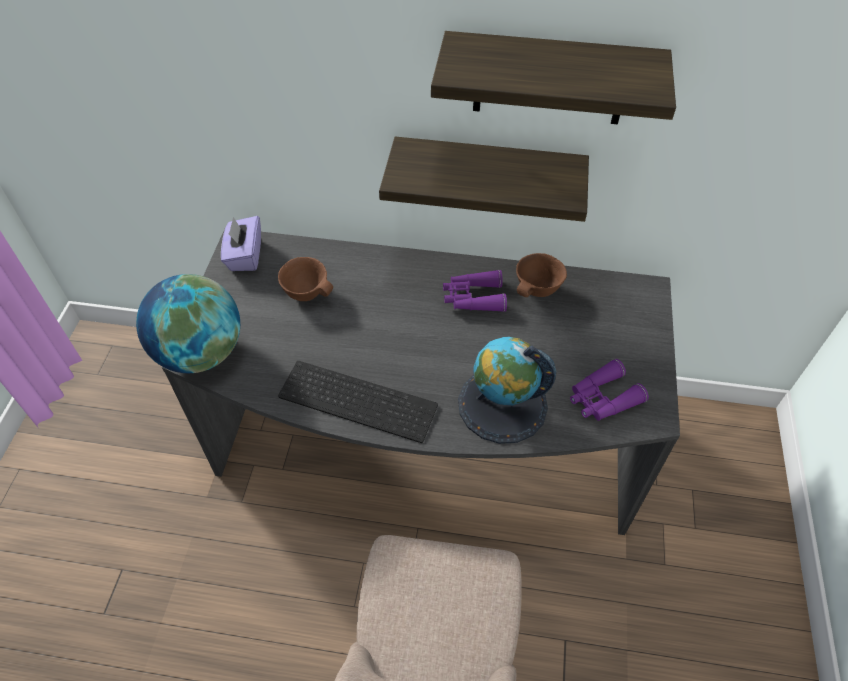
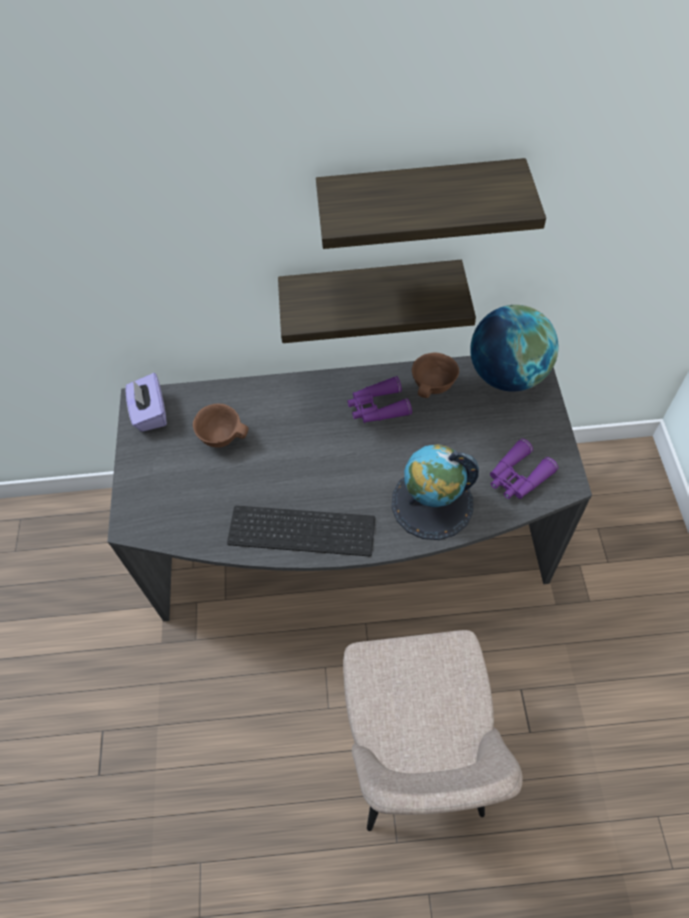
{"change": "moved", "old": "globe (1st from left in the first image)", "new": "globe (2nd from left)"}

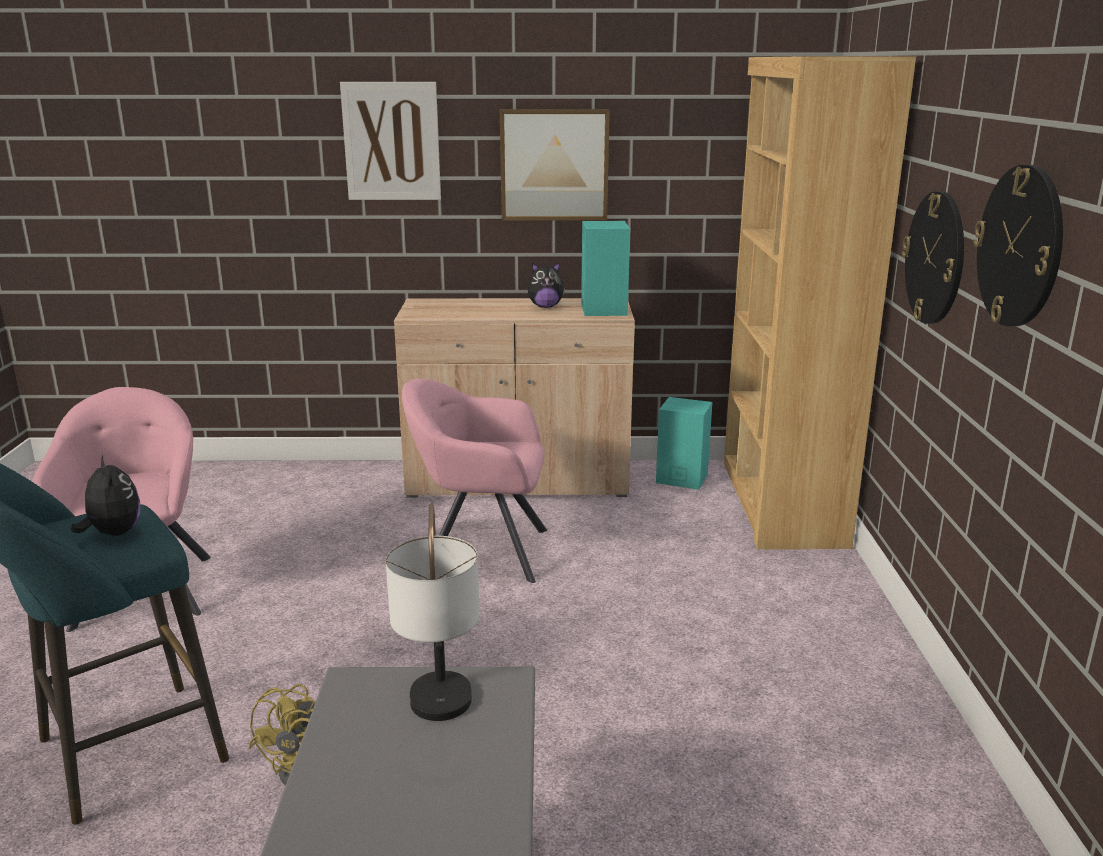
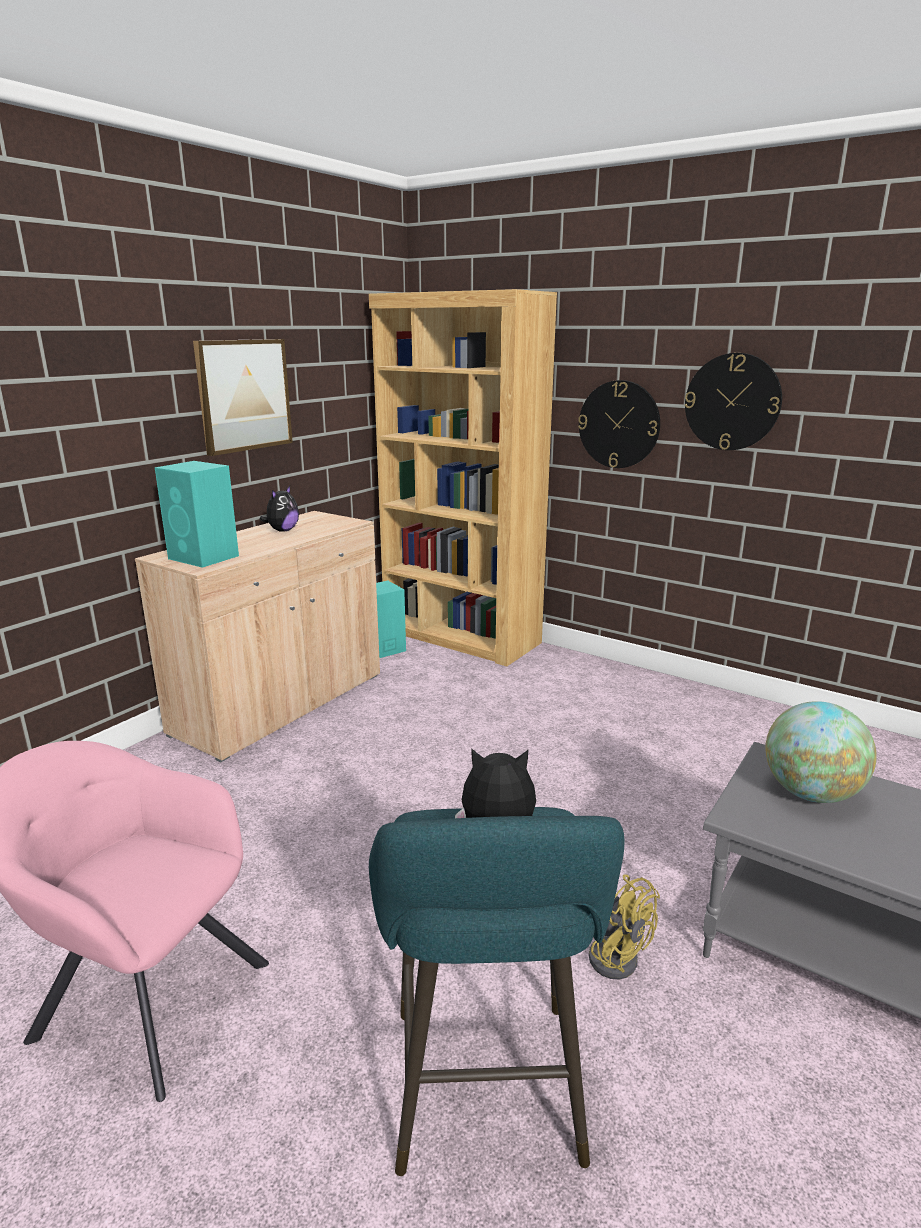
{"change": "removed", "old": "picture (1st from left)"}
{"change": "replaced", "old": "table_lamp", "new": "globe"}
{"change": "removed", "old": "pink_armchair (2nd from left)"}
{"change": "moved", "old": "turquoise_speaker (1st from left)"}

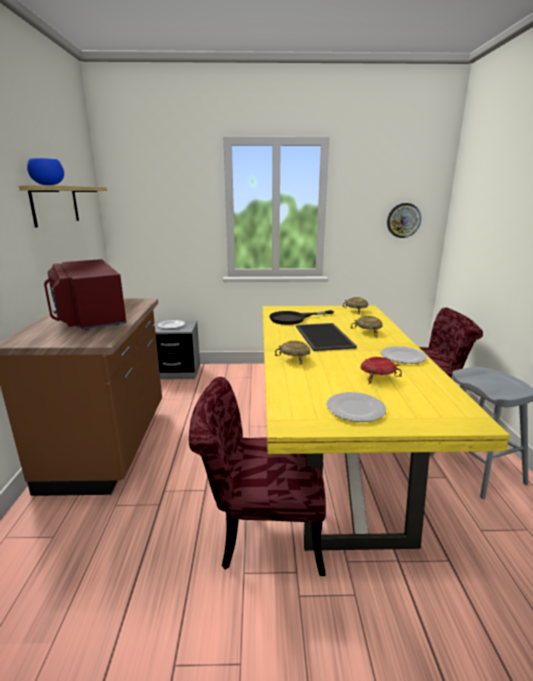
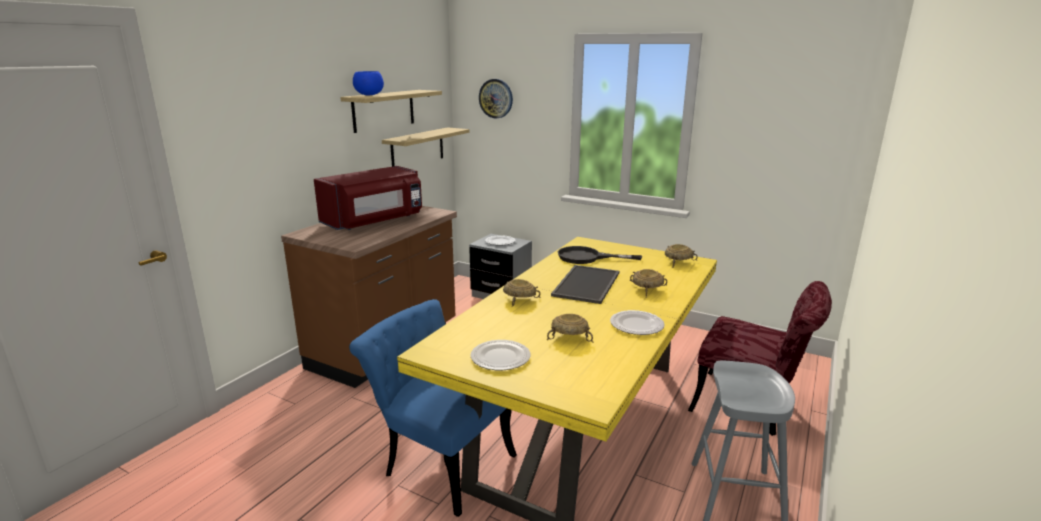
{"change": "turned", "old": "red_microwave", "degrees": -135}
{"change": "recoloured", "old": "red_chair (1st from left)", "new": "blue_chair"}
{"change": "recoloured", "old": "red_bowl", "new": "beige_bowl (2nd from left)"}
{"change": "moved", "old": "wall_clock"}
{"change": "added", "new": "shelf (2nd from left)"}

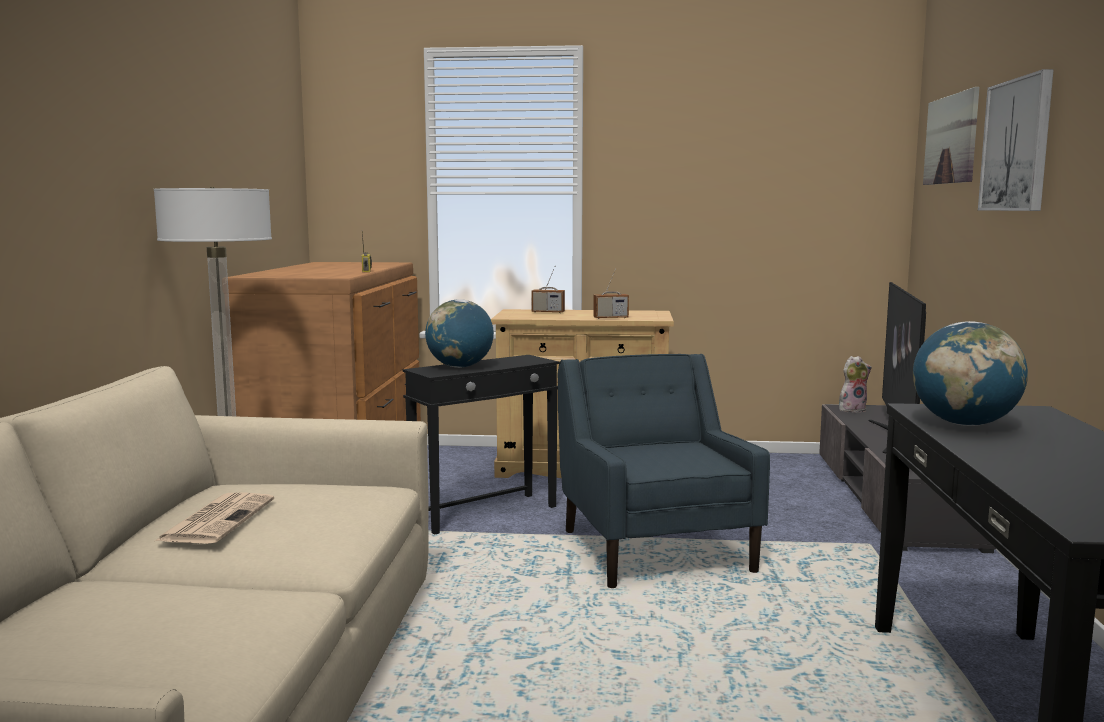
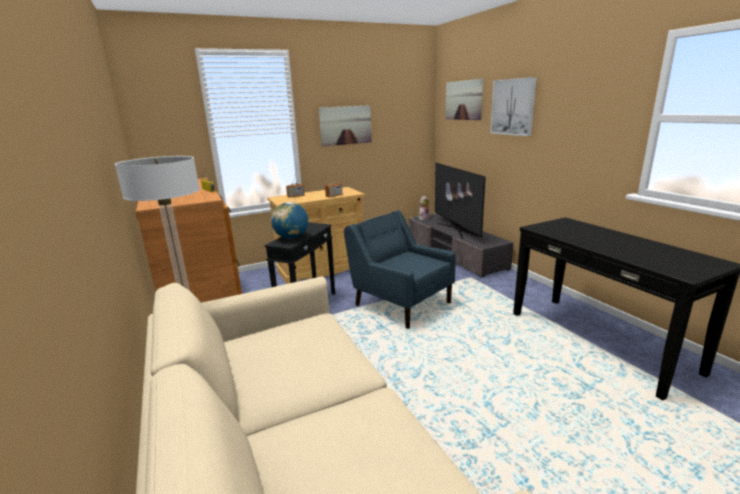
{"change": "removed", "old": "newspaper"}
{"change": "removed", "old": "globe (2nd from left)"}
{"change": "added", "new": "picture (1st from left)"}

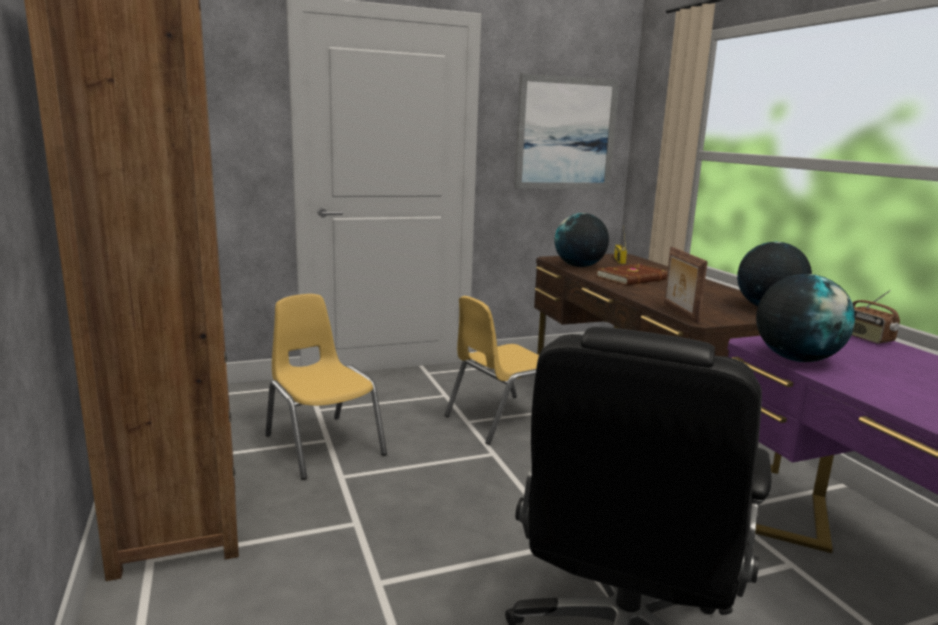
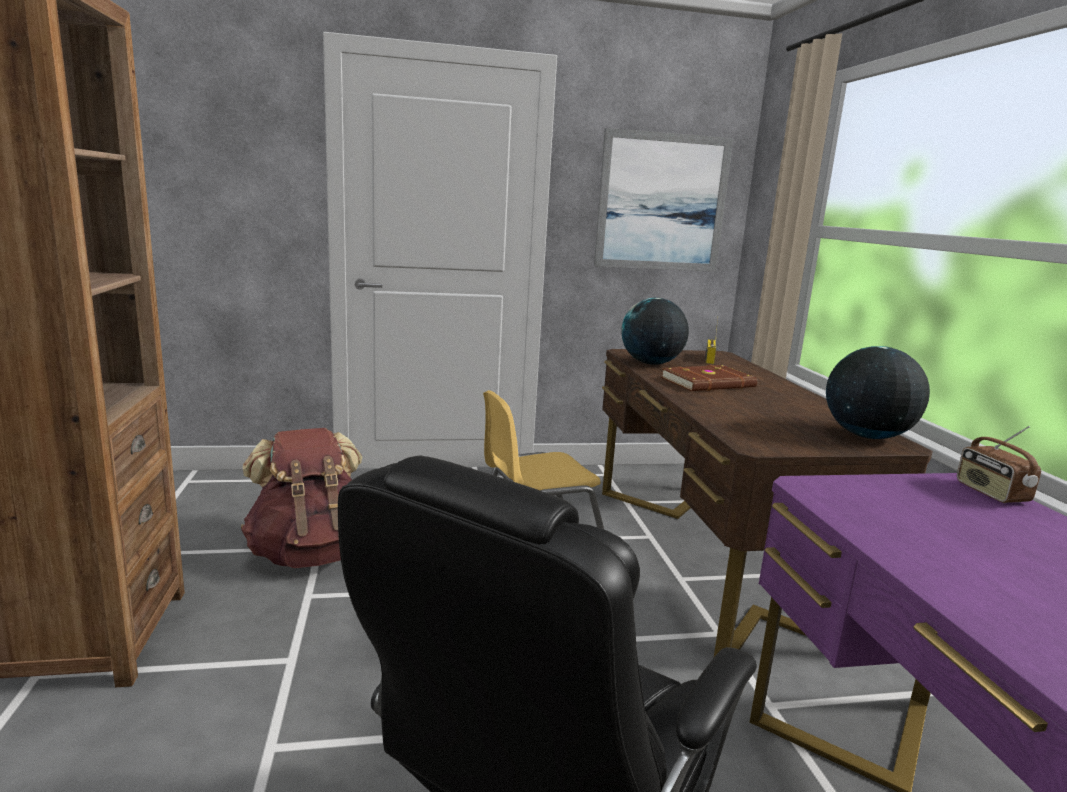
{"change": "replaced", "old": "yellow_chair (1st from left)", "new": "brown_backpack"}
{"change": "removed", "old": "picture_frame"}
{"change": "removed", "old": "globe (3rd from left)"}

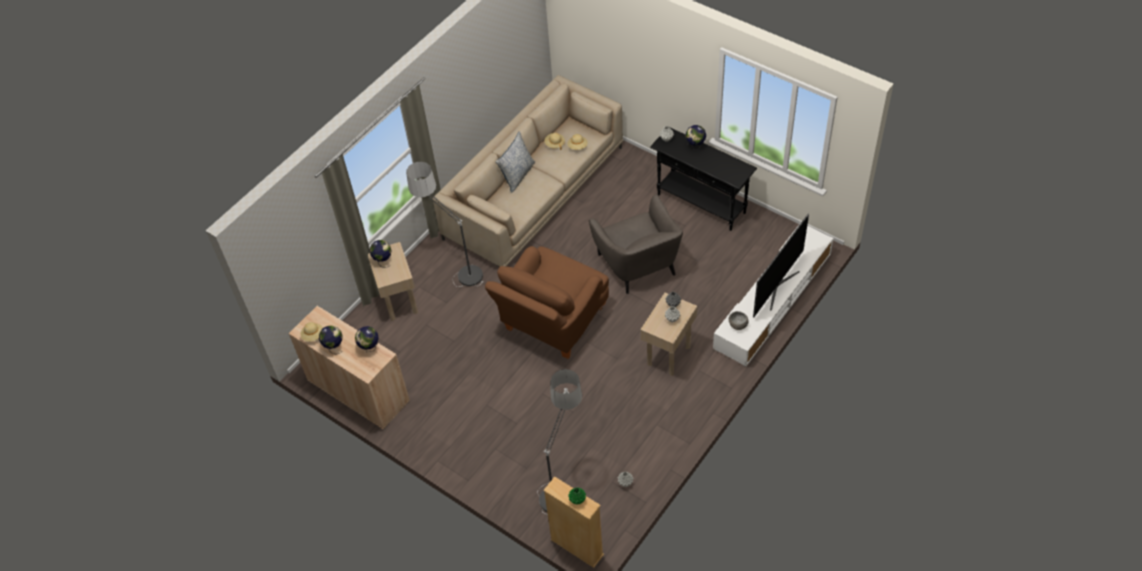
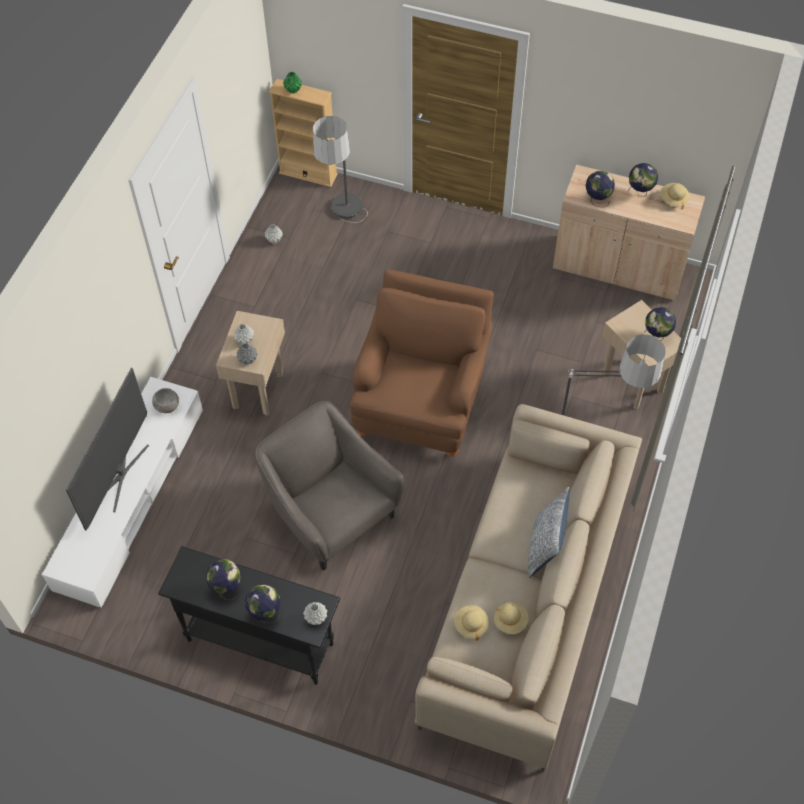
{"change": "added", "new": "globe (1st from left)"}

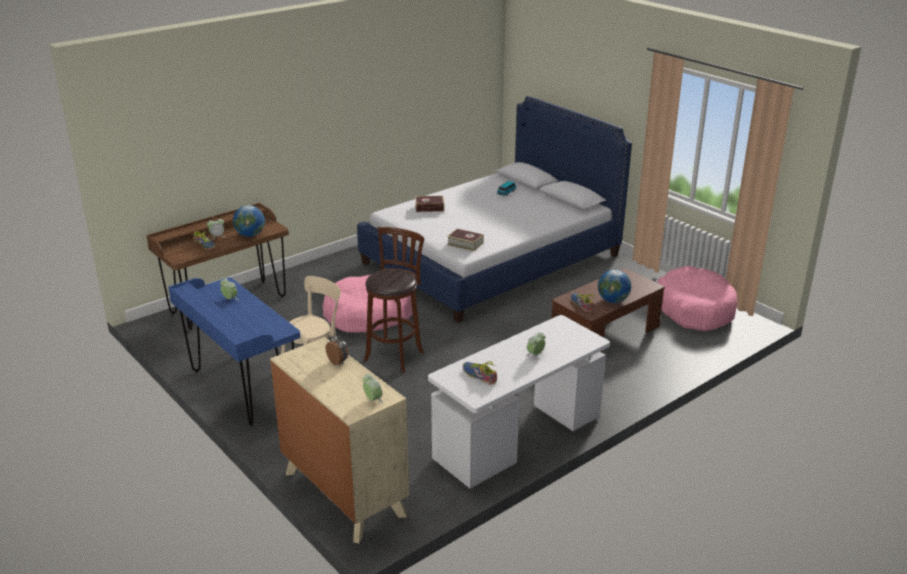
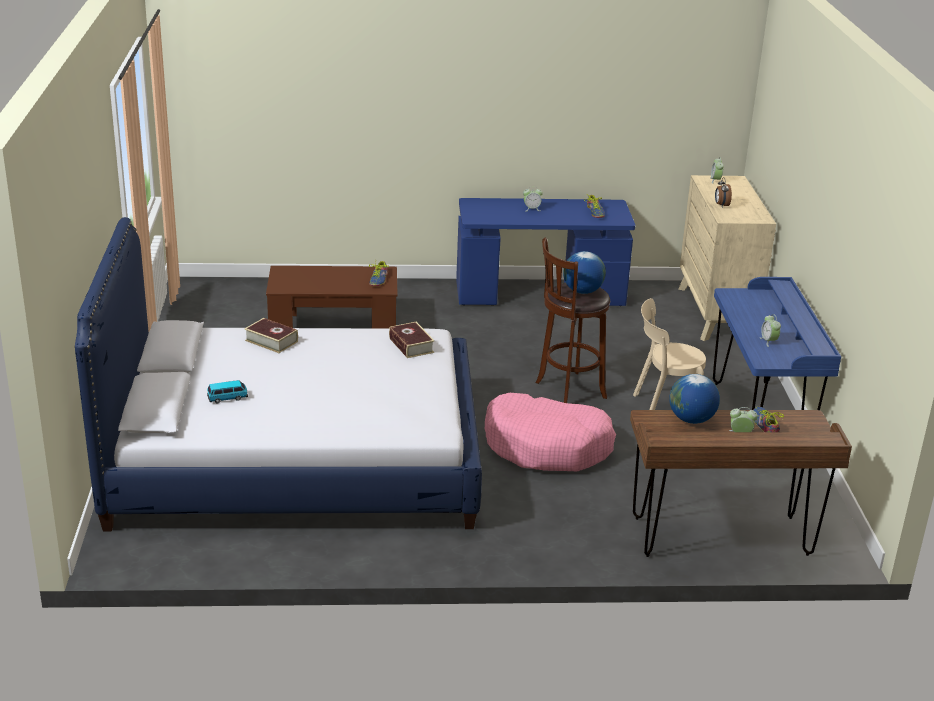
{"change": "moved", "old": "book (1st from left)"}
{"change": "recoloured", "old": "white_desk", "new": "blue_desk (1st from left)"}
{"change": "moved", "old": "globe (2nd from left in the first image)", "new": "globe (1st from left)"}
{"change": "removed", "old": "pink_dog_bed (2nd from left)"}

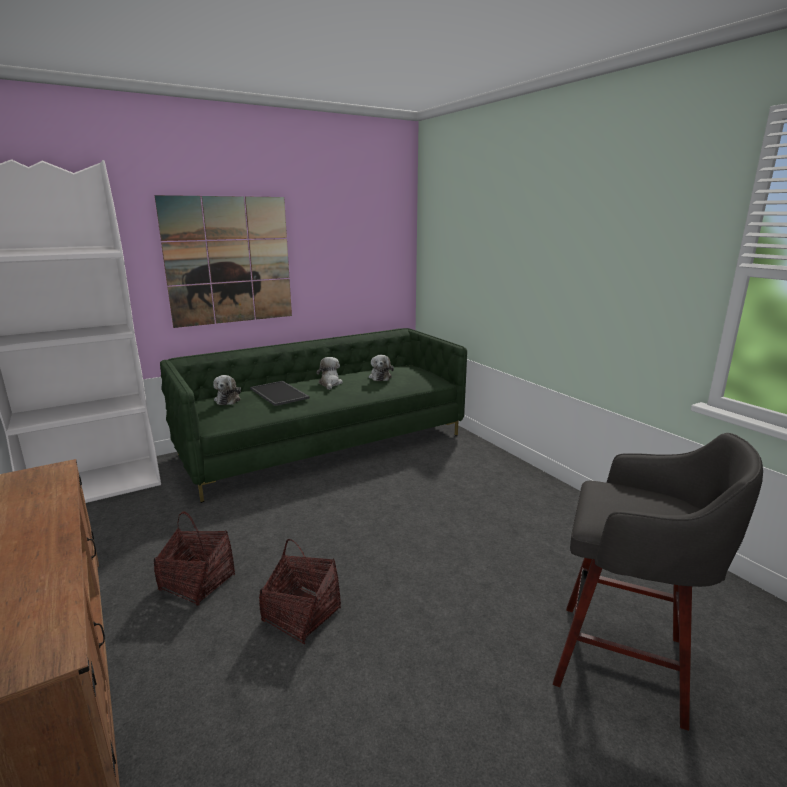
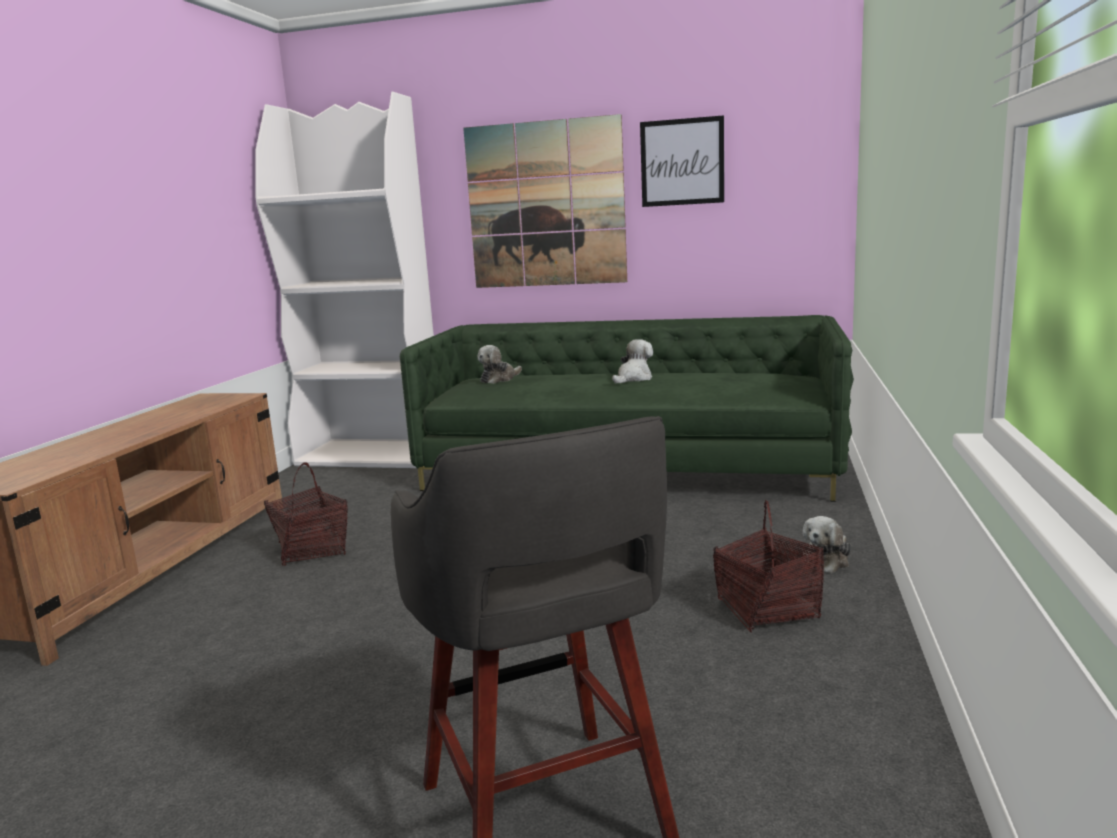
{"change": "removed", "old": "tray"}
{"change": "moved", "old": "basket (2nd from left)"}
{"change": "moved", "old": "plush_toy (3rd from left)"}
{"change": "added", "new": "picture (2nd from left)"}

